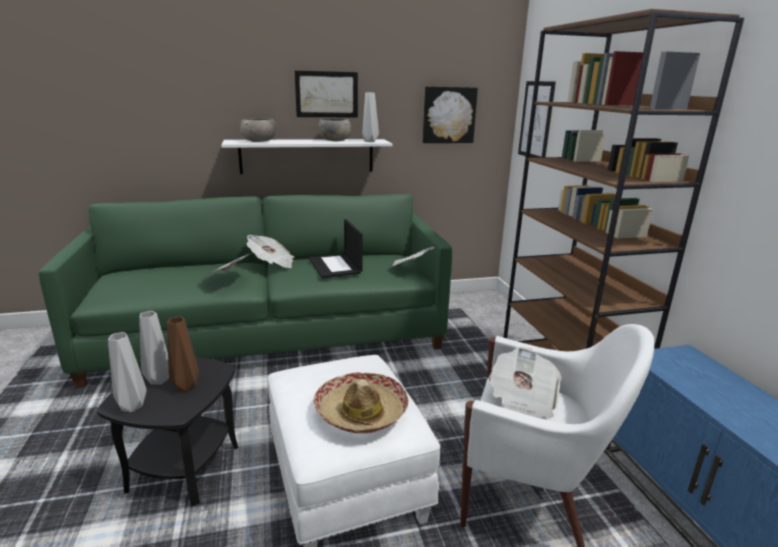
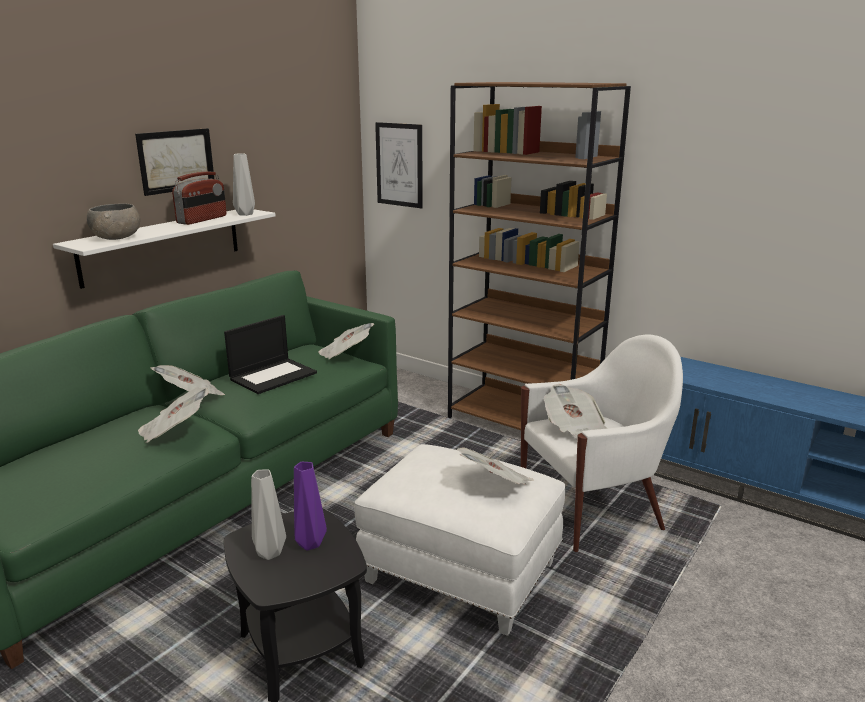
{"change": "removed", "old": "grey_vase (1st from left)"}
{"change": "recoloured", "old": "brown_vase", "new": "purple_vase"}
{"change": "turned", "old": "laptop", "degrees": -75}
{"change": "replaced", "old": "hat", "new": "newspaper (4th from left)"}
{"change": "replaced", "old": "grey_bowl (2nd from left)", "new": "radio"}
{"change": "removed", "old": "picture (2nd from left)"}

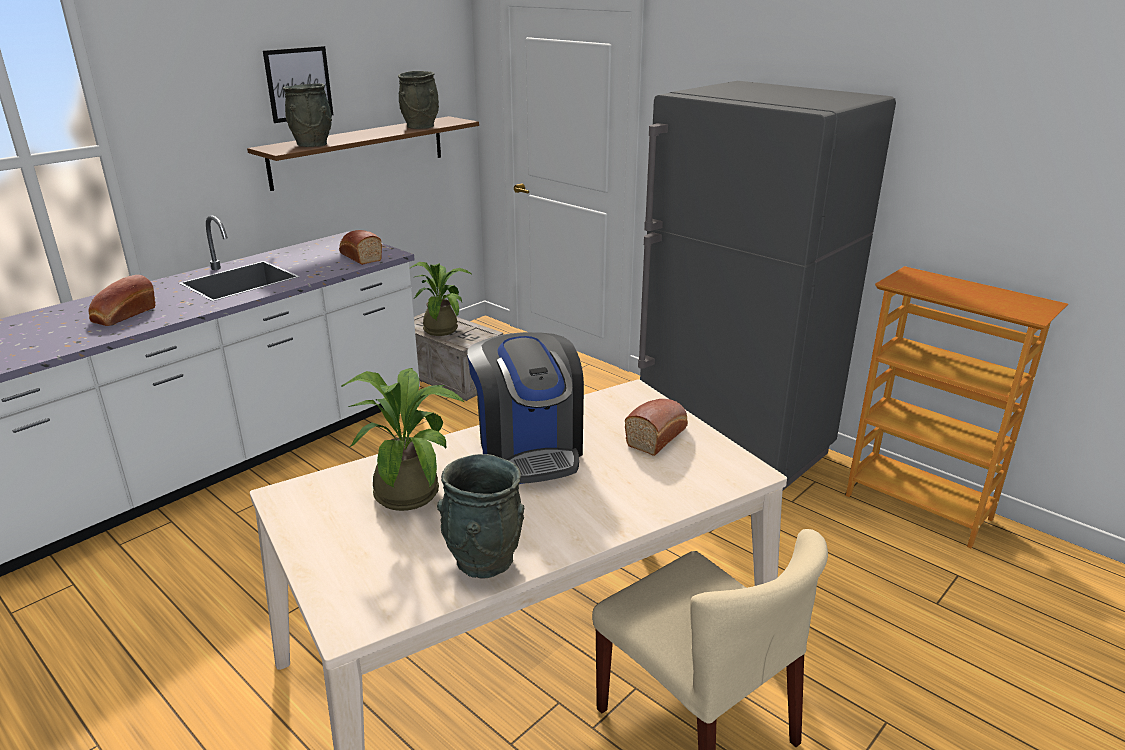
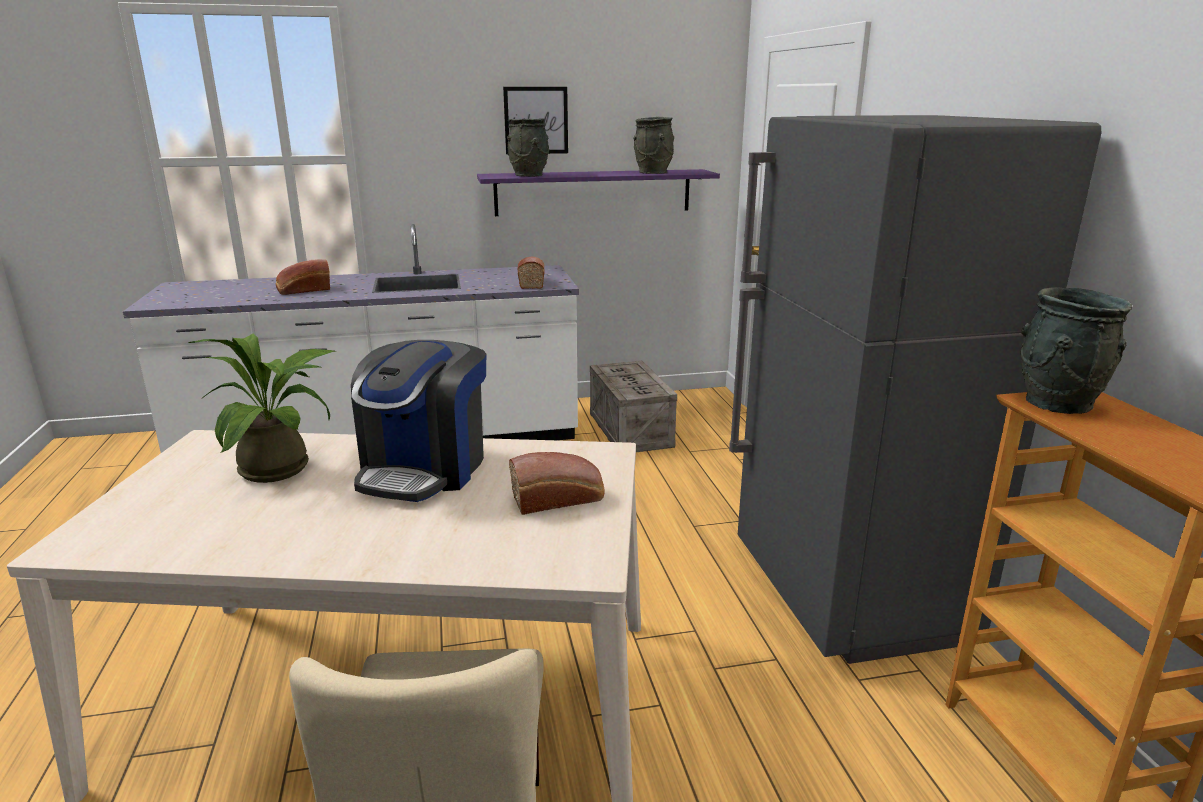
{"change": "recoloured", "old": "brown_shelf", "new": "purple_shelf"}
{"change": "removed", "old": "potted_plant (2nd from left)"}
{"change": "moved", "old": "grey_vase (3rd from left)"}

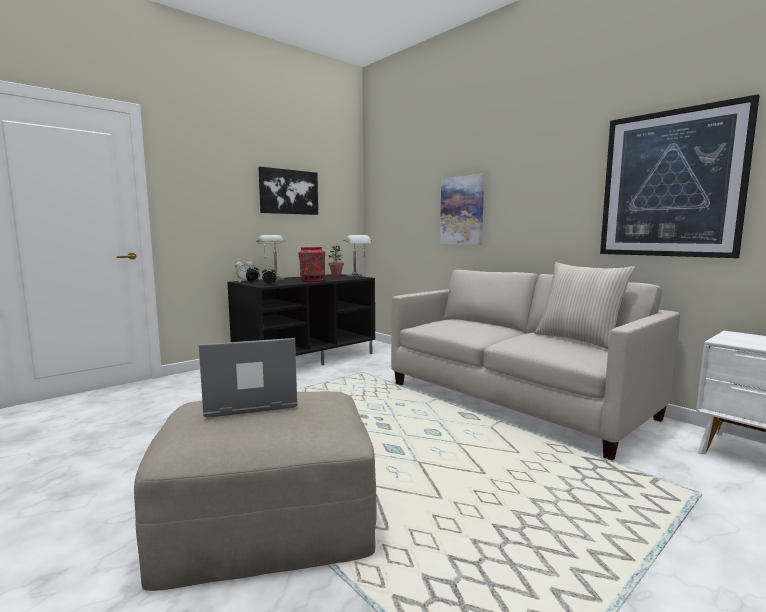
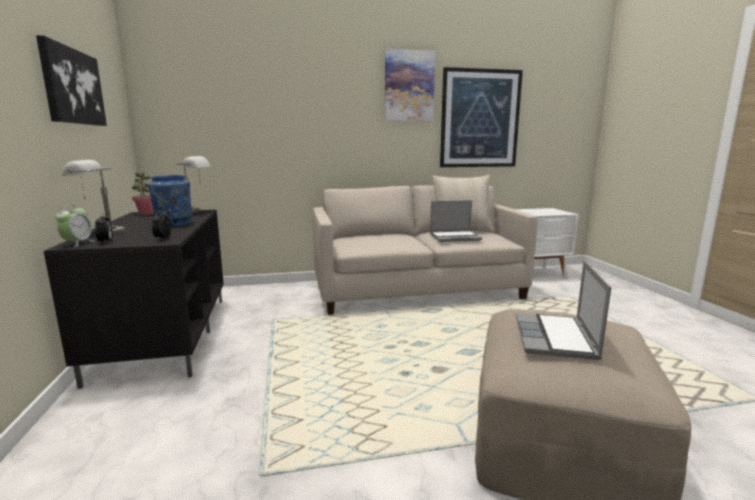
{"change": "recoloured", "old": "red_vase", "new": "blue_vase"}
{"change": "moved", "old": "picture (2nd from left)"}
{"change": "added", "new": "laptop (1st from left)"}

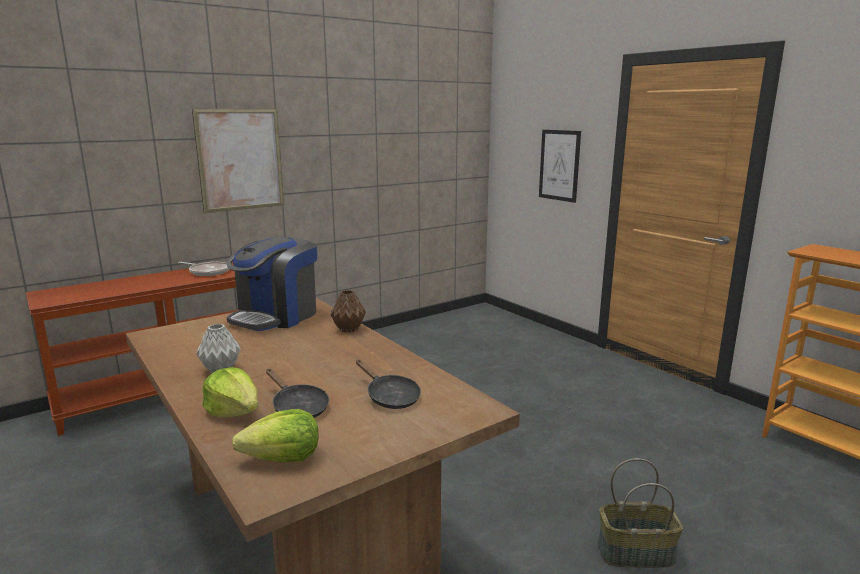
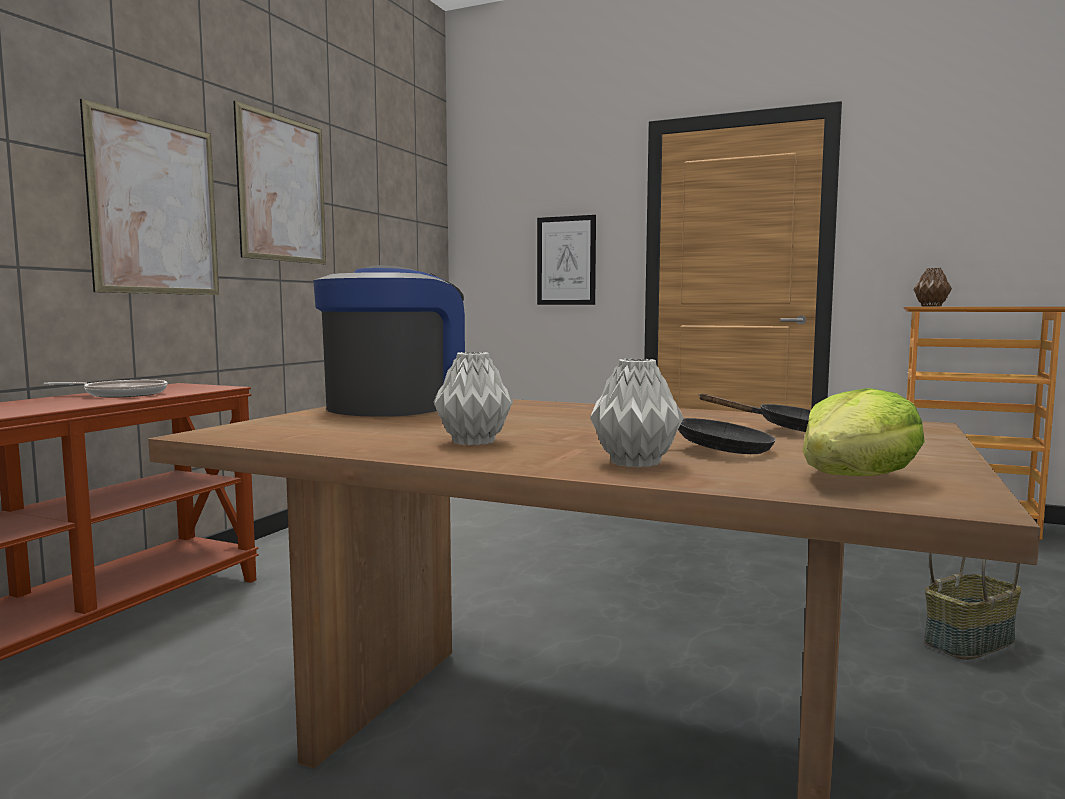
{"change": "replaced", "old": "lettuce (1st from left)", "new": "grey_vase (2nd from left)"}
{"change": "turned", "old": "coffee_machine", "degrees": -150}
{"change": "moved", "old": "brown_vase"}
{"change": "added", "new": "picture (2nd from left)"}

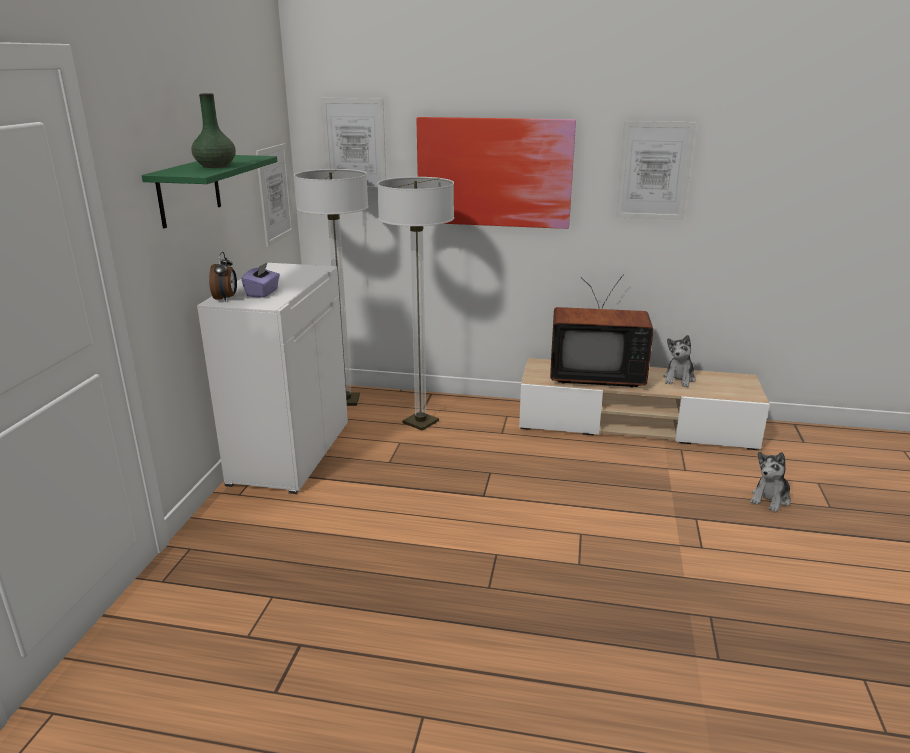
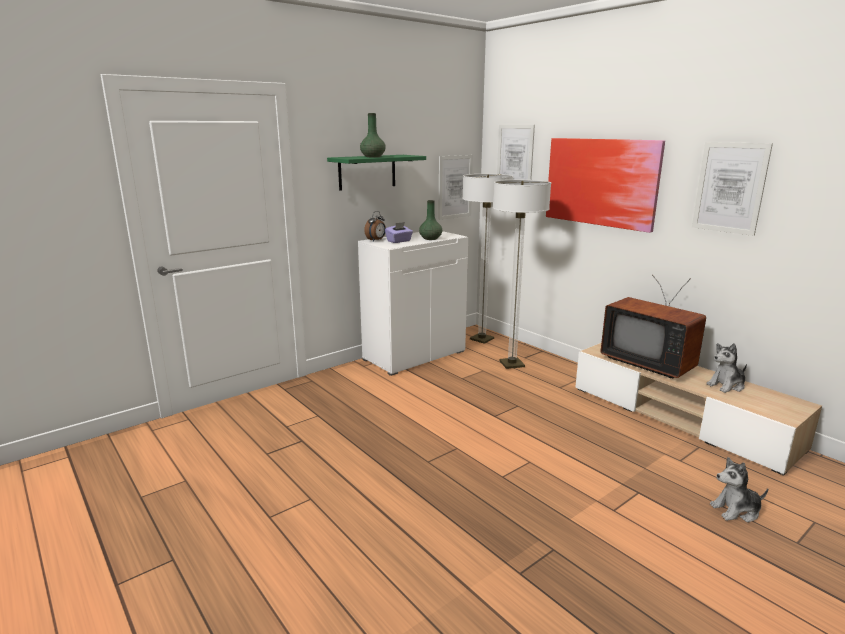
{"change": "added", "new": "green_vase (2nd from left)"}

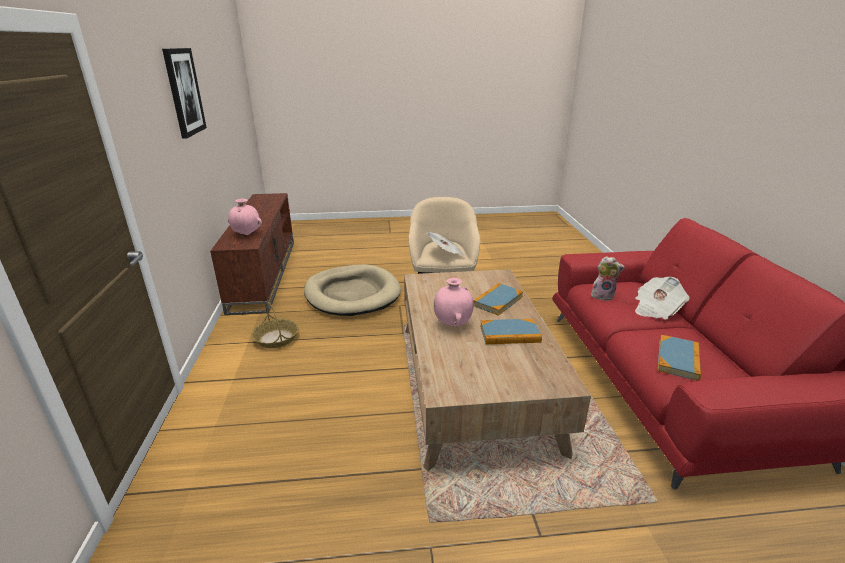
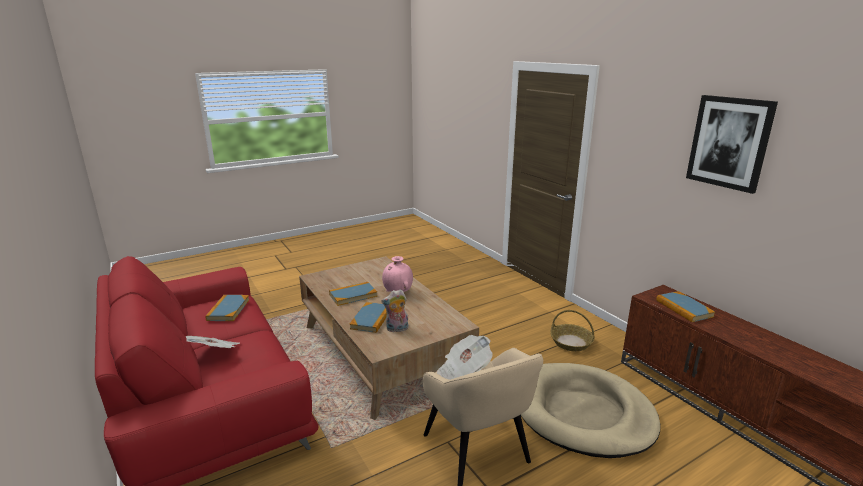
{"change": "replaced", "old": "pink_vase (1st from left)", "new": "book (4th from left)"}
{"change": "moved", "old": "plush_toy"}

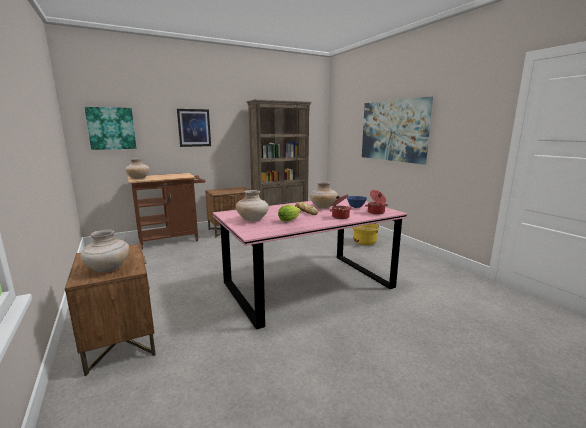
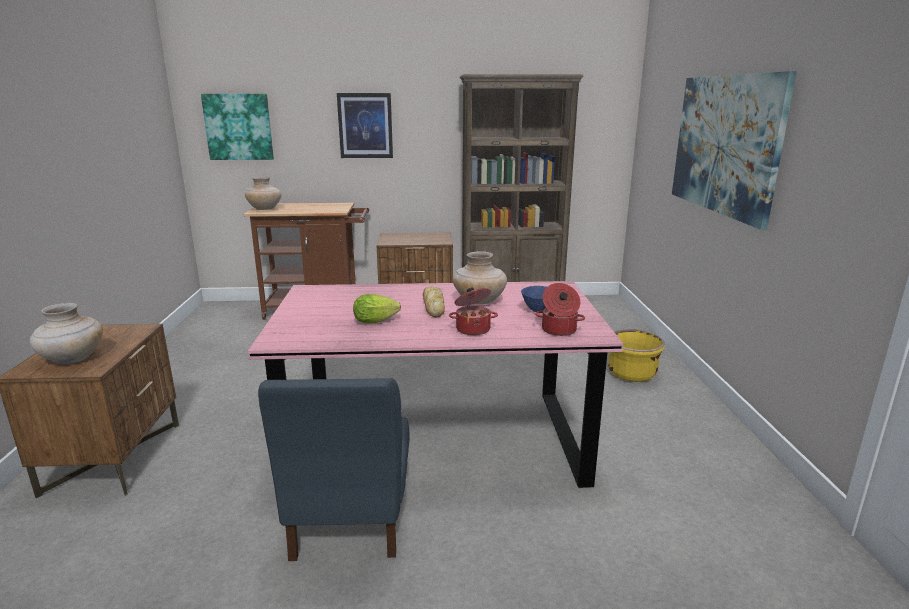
{"change": "removed", "old": "beige_vase (3rd from left)"}
{"change": "added", "new": "blue_chair"}

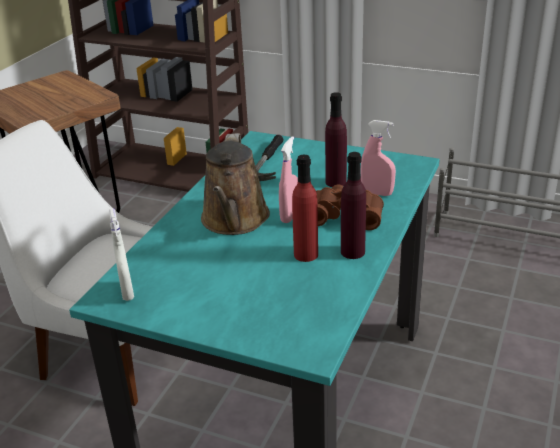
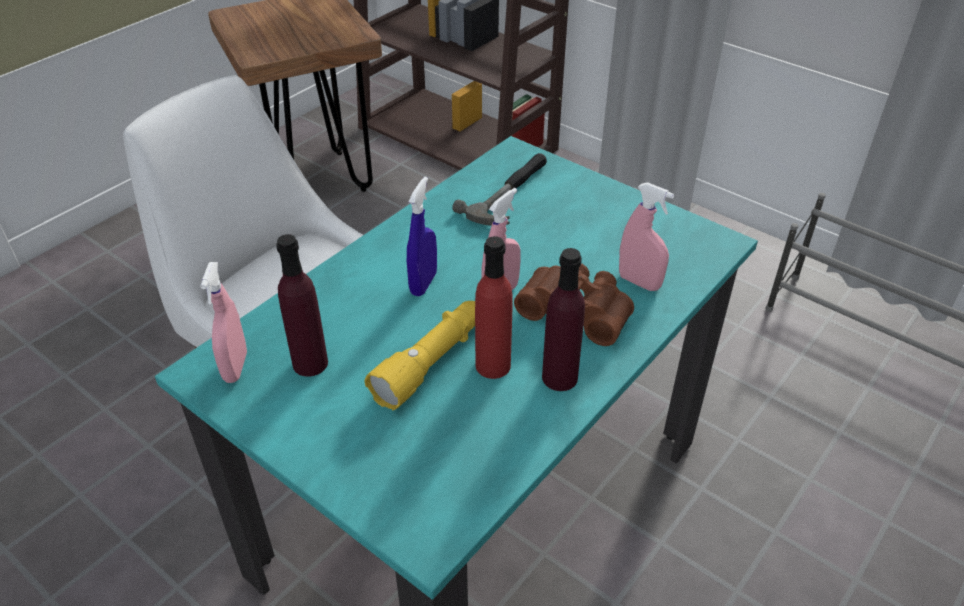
{"change": "recoloured", "old": "white_spray_bottle", "new": "pink_spray_bottle (1st from left)"}
{"change": "replaced", "old": "brown_watering_can", "new": "blue_spray_bottle"}
{"change": "moved", "old": "purple_bottle (1st from left)"}
{"change": "added", "new": "yellow_flashlight"}

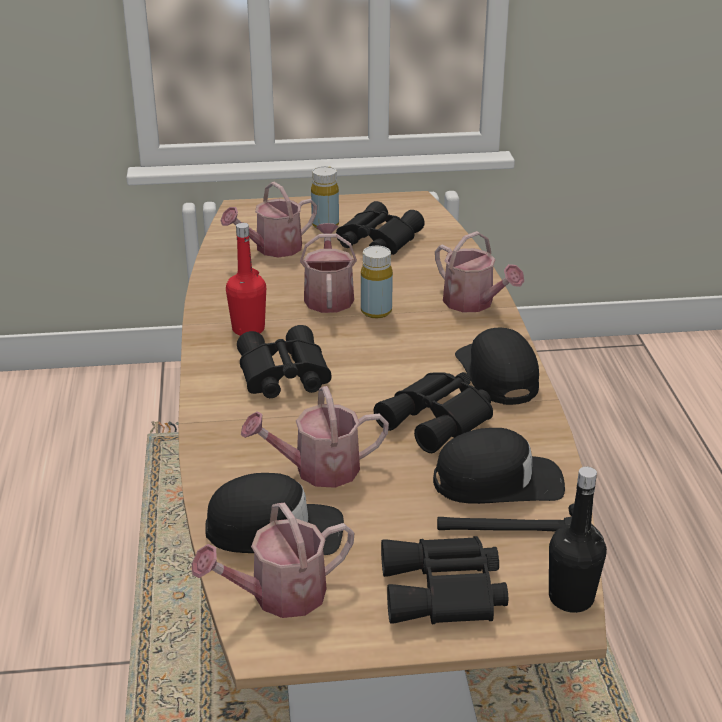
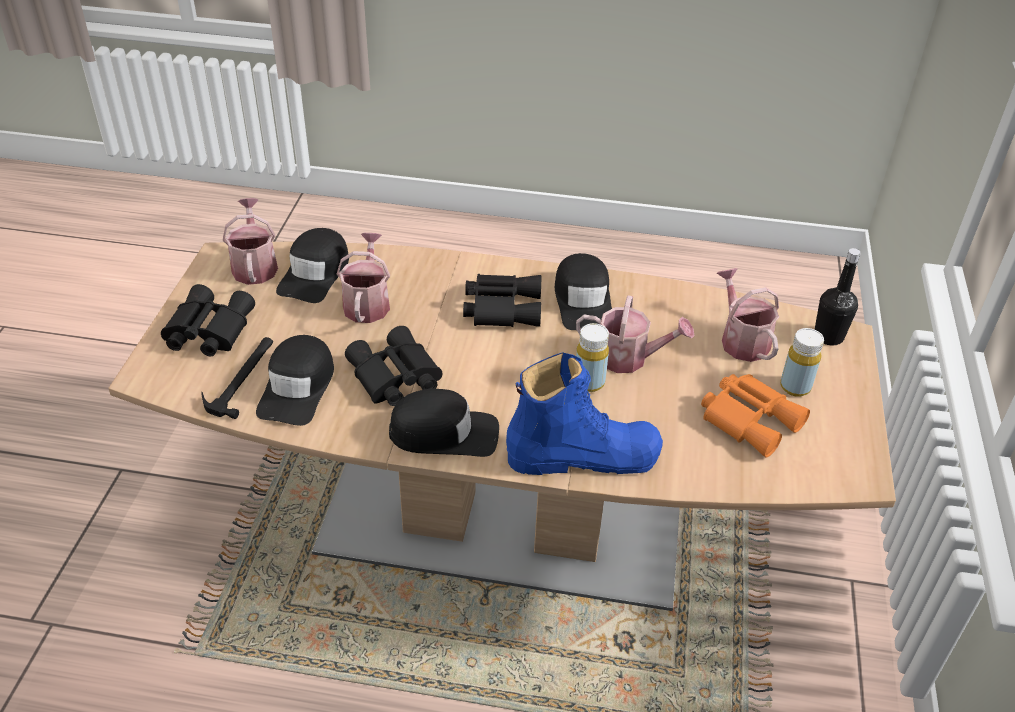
{"change": "replaced", "old": "red_bottle", "new": "black_cap (4th from left)"}
{"change": "recoloured", "old": "black_binoculars (2nd from left)", "new": "orange_binoculars"}
{"change": "replaced", "old": "watering_can (5th from left)", "new": "blue_boot"}
{"change": "moved", "old": "black_bottle"}

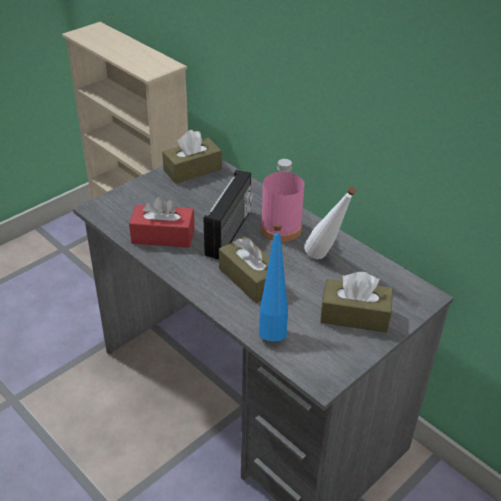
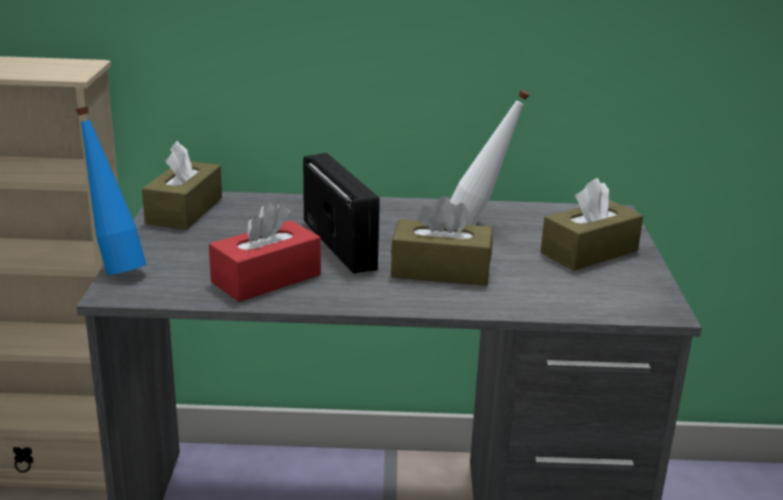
{"change": "moved", "old": "blue_bottle"}
{"change": "removed", "old": "pink_bottle"}

